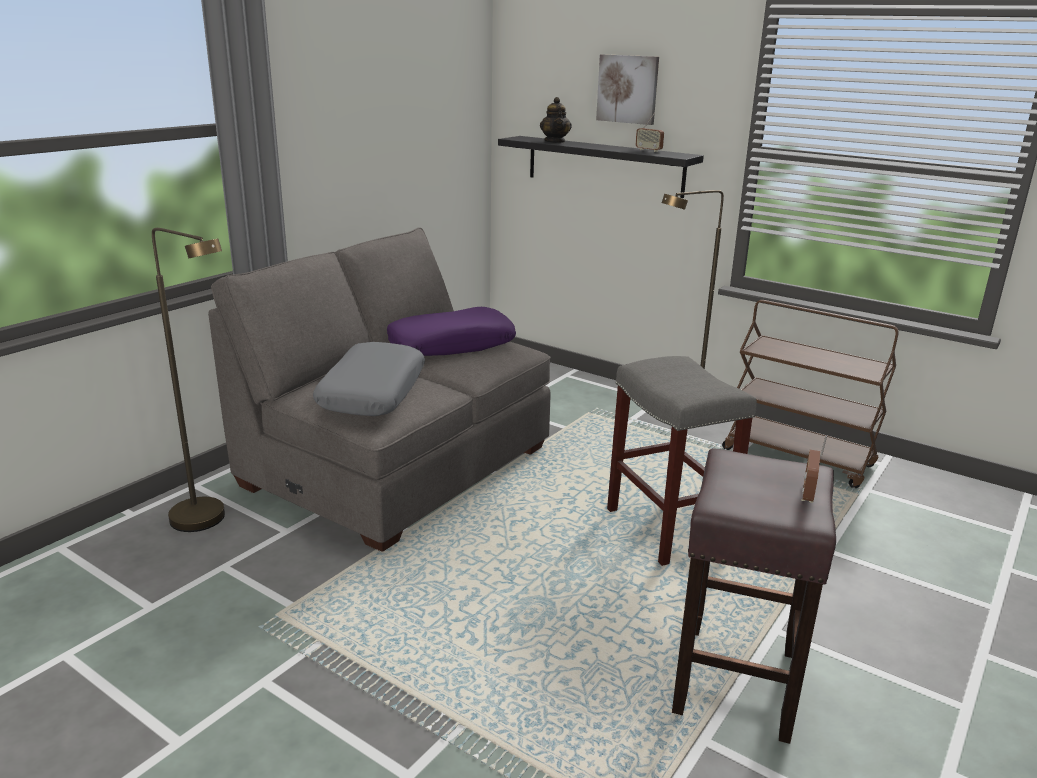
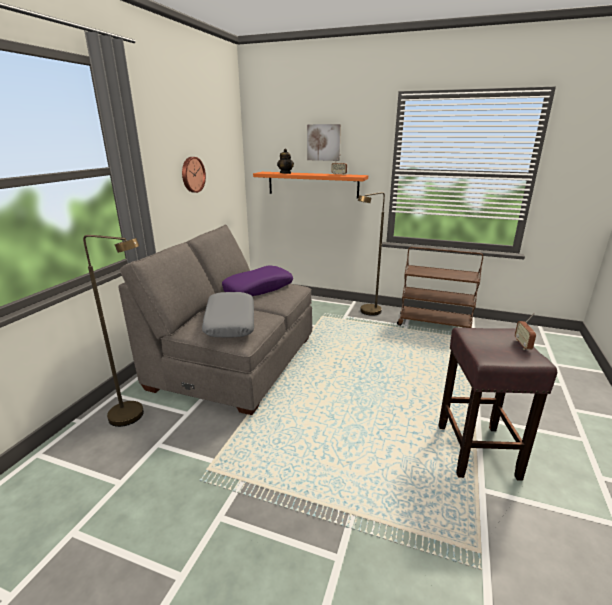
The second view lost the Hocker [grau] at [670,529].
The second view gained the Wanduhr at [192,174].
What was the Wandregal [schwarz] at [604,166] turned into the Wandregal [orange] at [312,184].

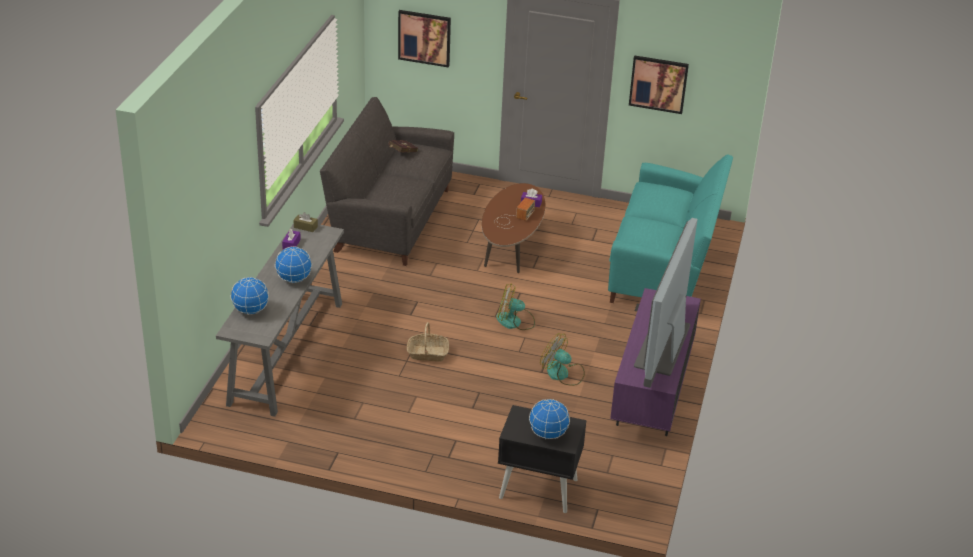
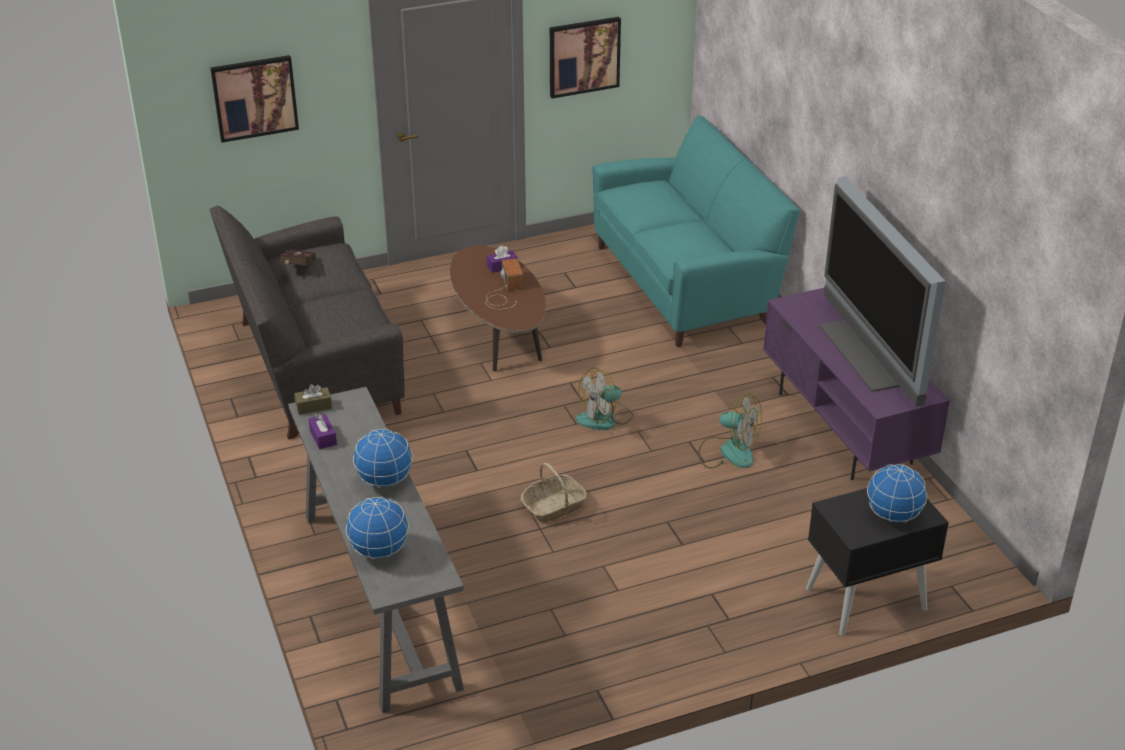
The Ventilator at [562,374] ended up facing another way, 150 degrees counterclockwise from before.

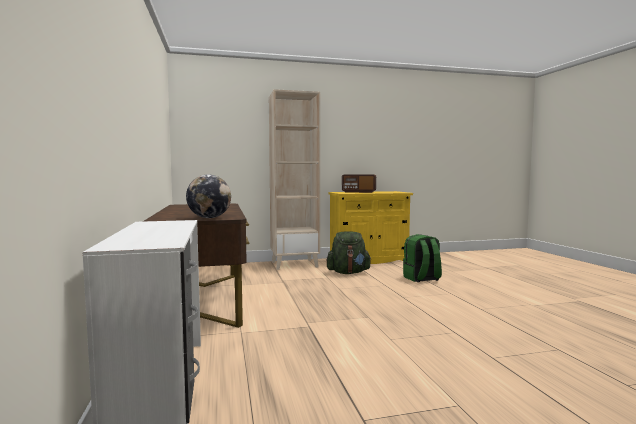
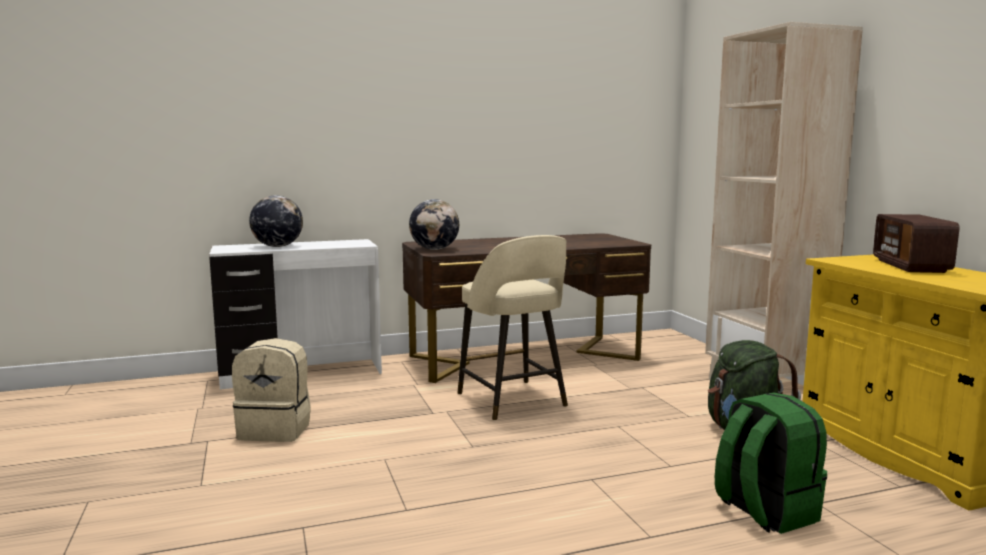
The second view gained the Rucksack [beige] at [276,430].
The second view gained the Globus at [277,246].
The second view gained the Hocker [beige] at [513,401].

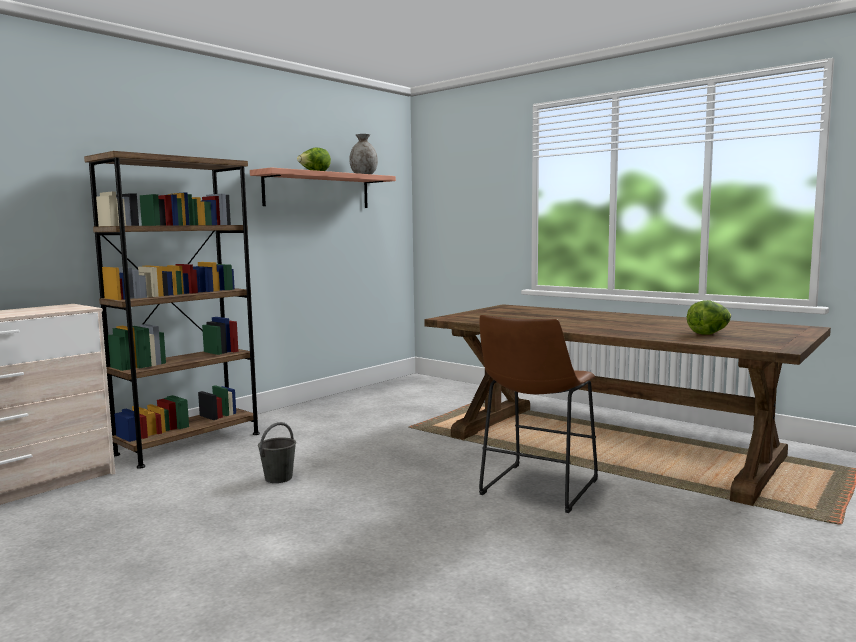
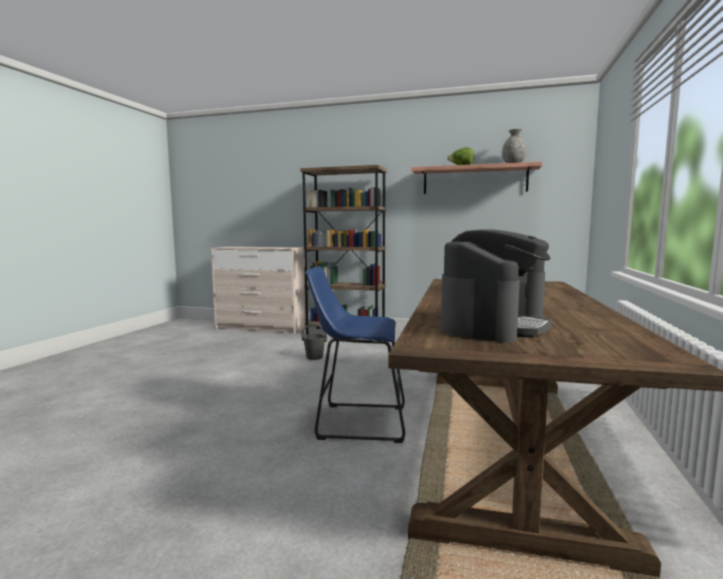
Where the Salatkopf stood at [709,333], the Kaffeemaschine came to stand at [494,326].
What was the Hocker [braun] at [536,489] turned into the Hocker [blau] at [356,422].

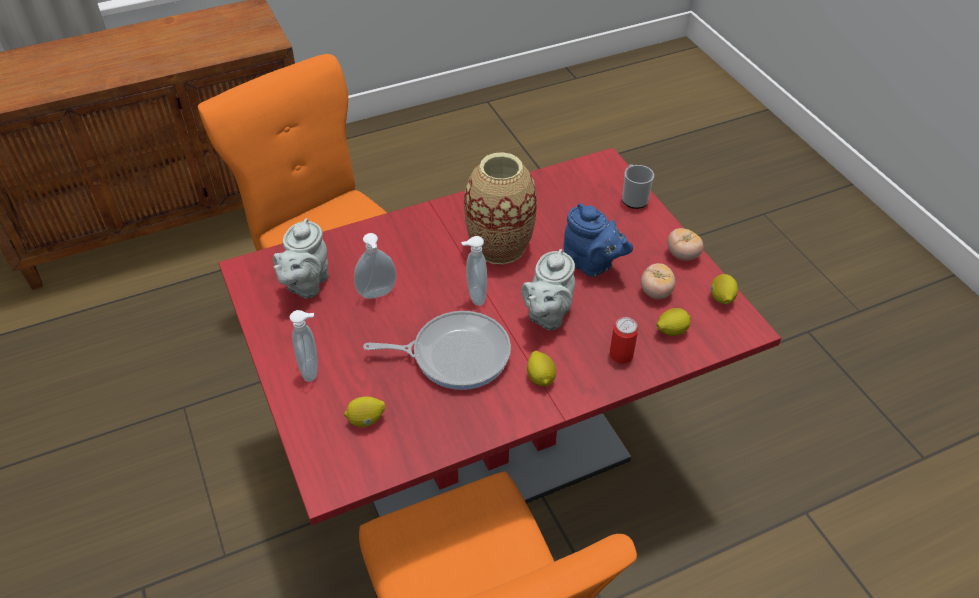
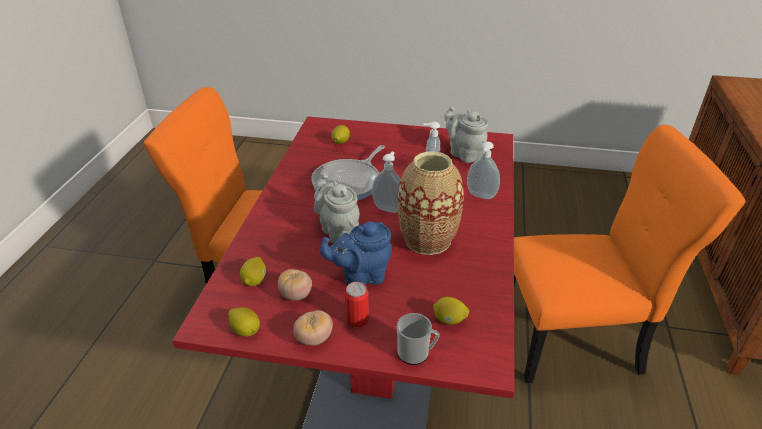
The Seifenspender ended up elsewhere, having gone from [312,370] to [480,196].
The Zitrone ended up elsewhere, having gone from [540,377] to [449,320].
The Dose ended up elsewhere, having gone from [621,355] to [357,319].

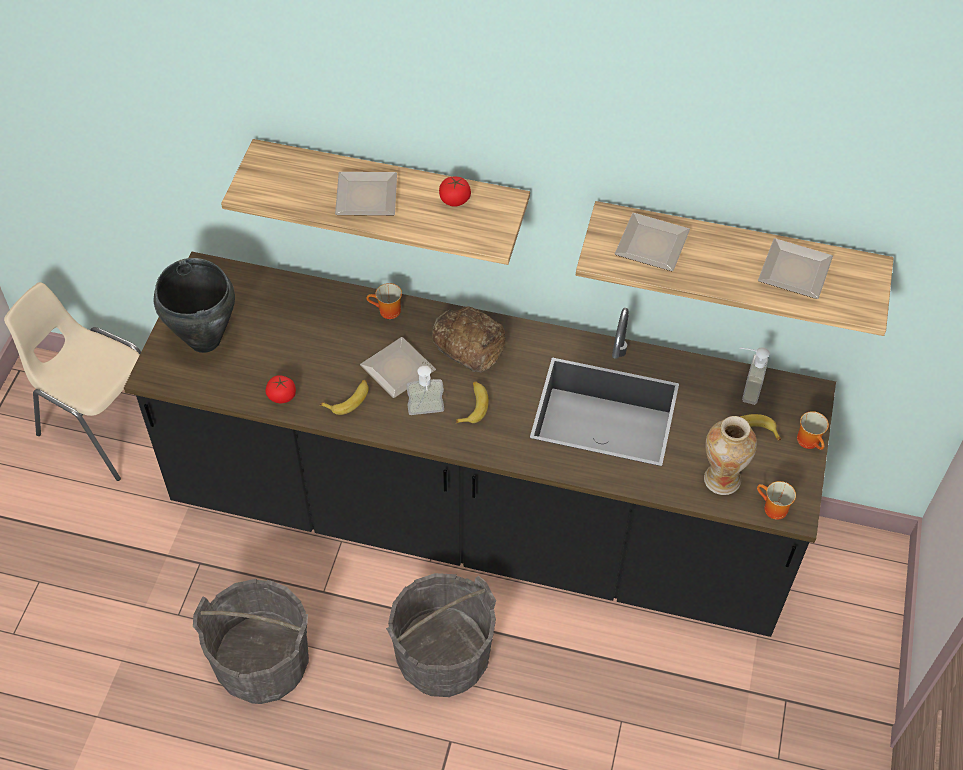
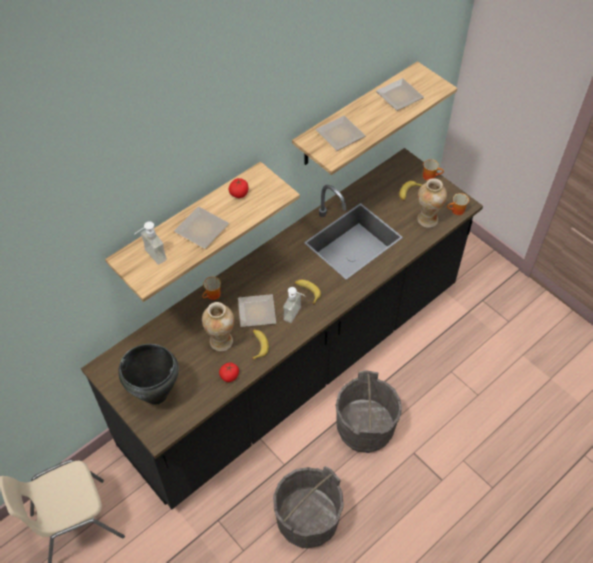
The second view lost the Brot at [469,343].
The second view gained the Vase at [221,341].
The Seifenspender ended up elsewhere, having gone from [744,388] to [151,257].

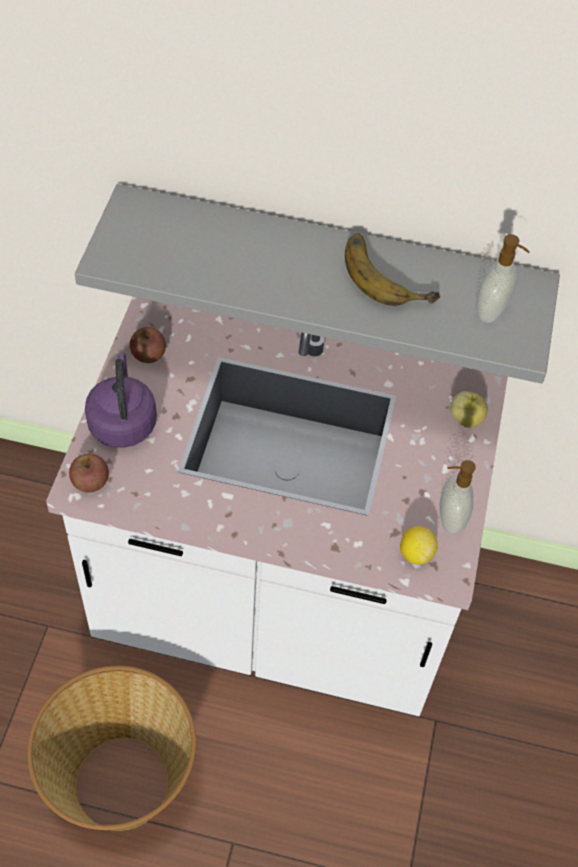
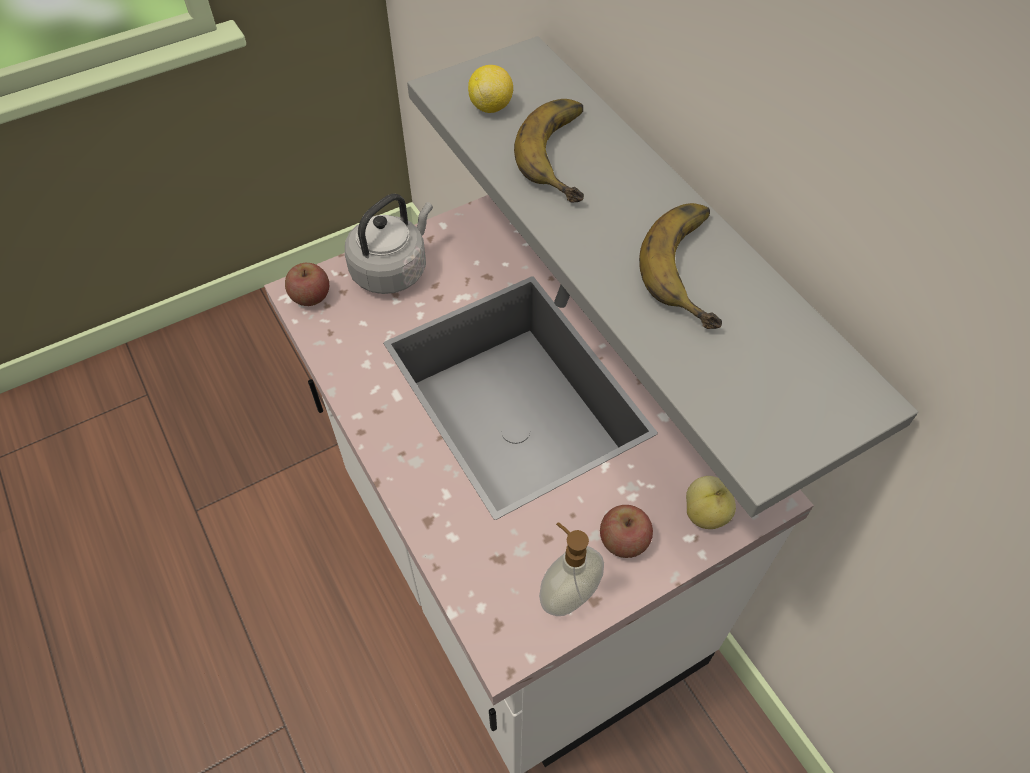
The second view lost the Korb at [121,781].
The second view lost the Seifenspender at [492,312].
The second view gained the Banane at [569,155].
The Apfel ended up elsewhere, having gone from [148,354] to [623,540].
The Zitrone ended up elsewhere, having gone from [415,553] to [491,106].
What was the Wasserkessel [lila] at [122,421] turned into the Wasserkessel [grau] at [392,269].

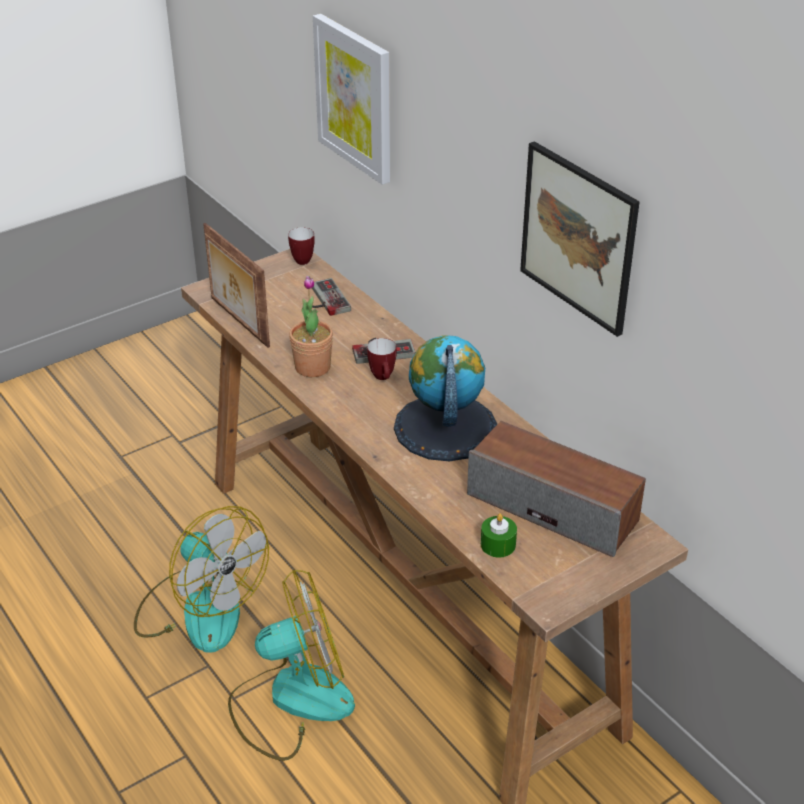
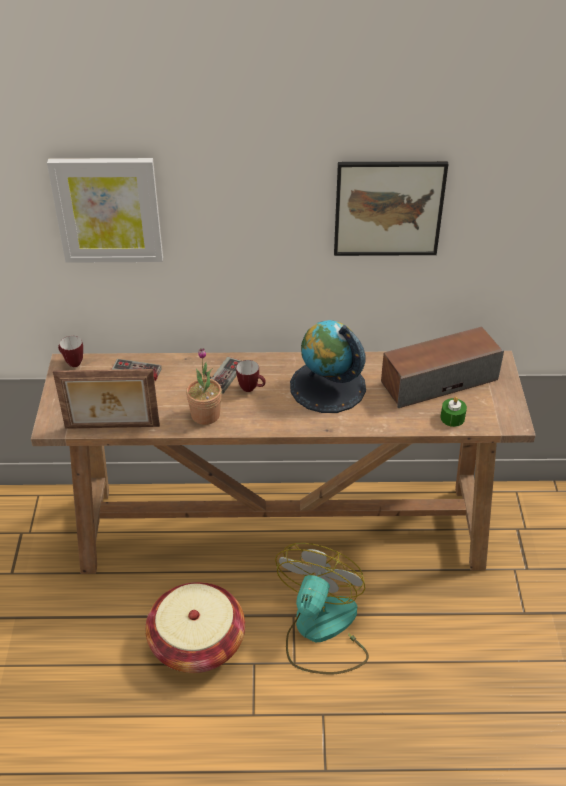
Where the Ventilator stood at [200,609], the Korb came to stand at [197,643].

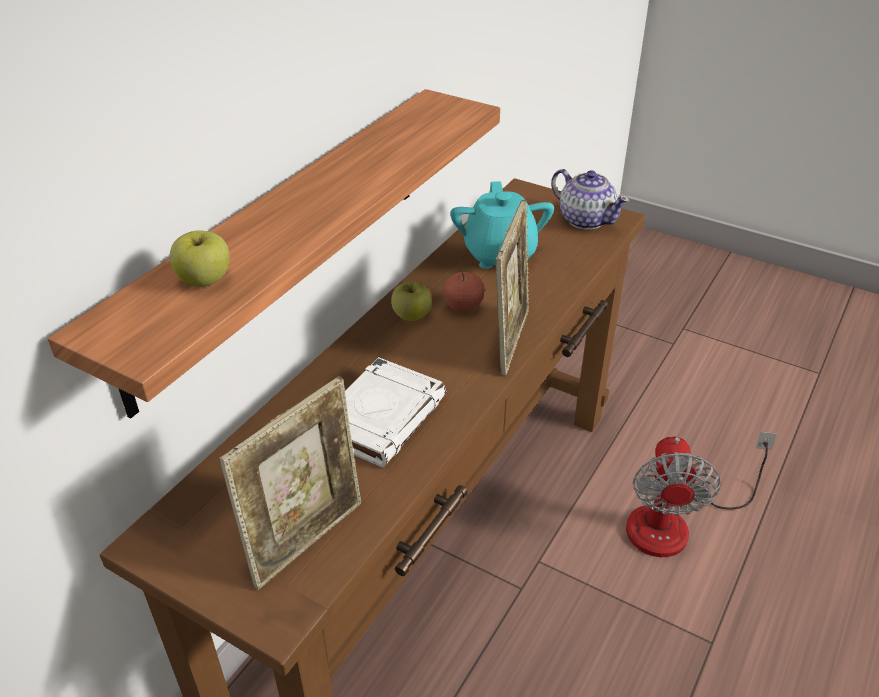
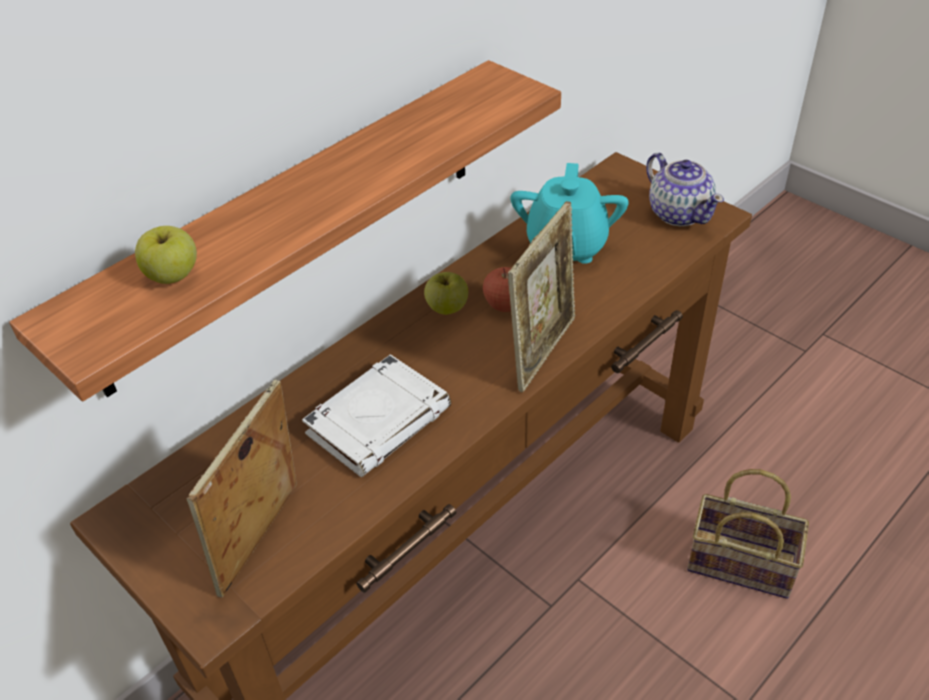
Where the Ventilator stood at [675,522], the Korb came to stand at [744,562].
The Bilderrahmen at [307,539] ended up facing another way, 150 degrees clockwise from before.

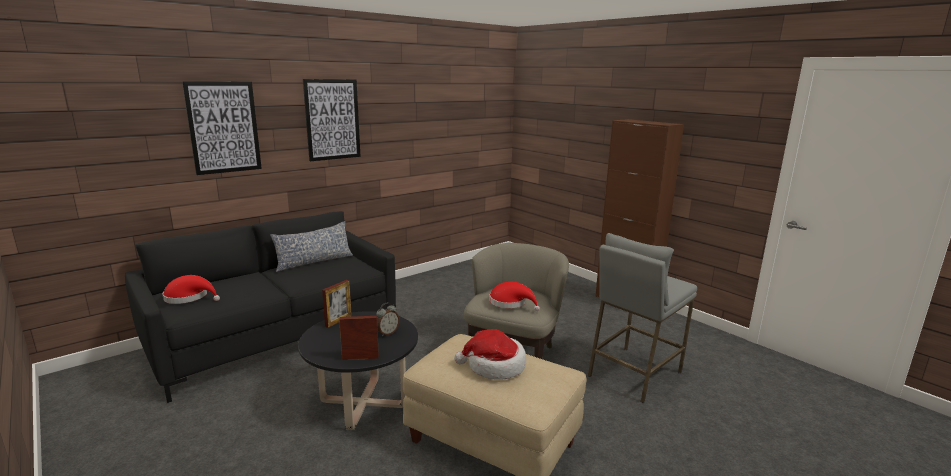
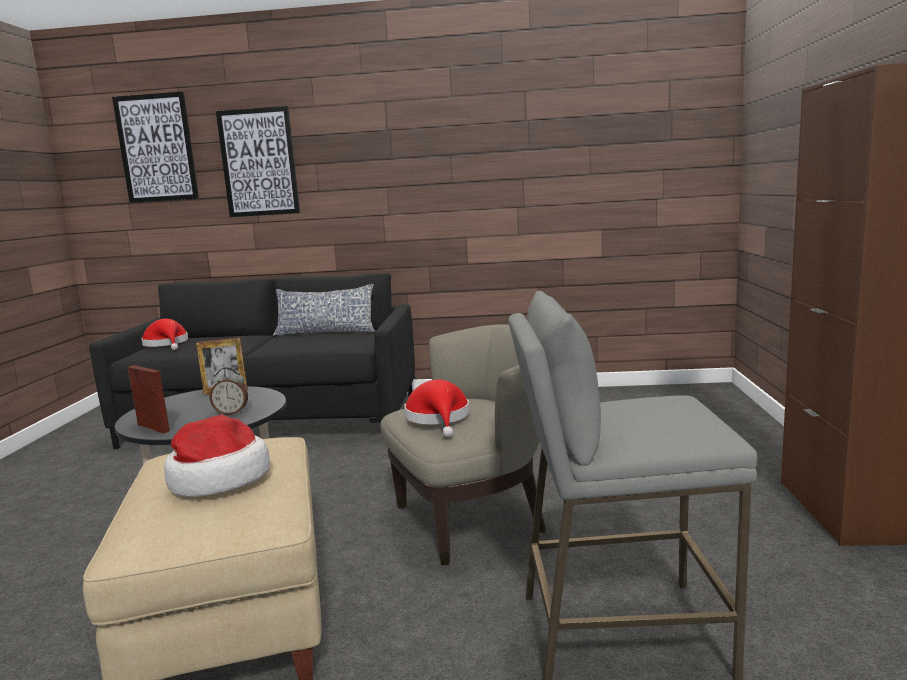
The Bild ended up elsewhere, having gone from [332,119] to [156,148].

